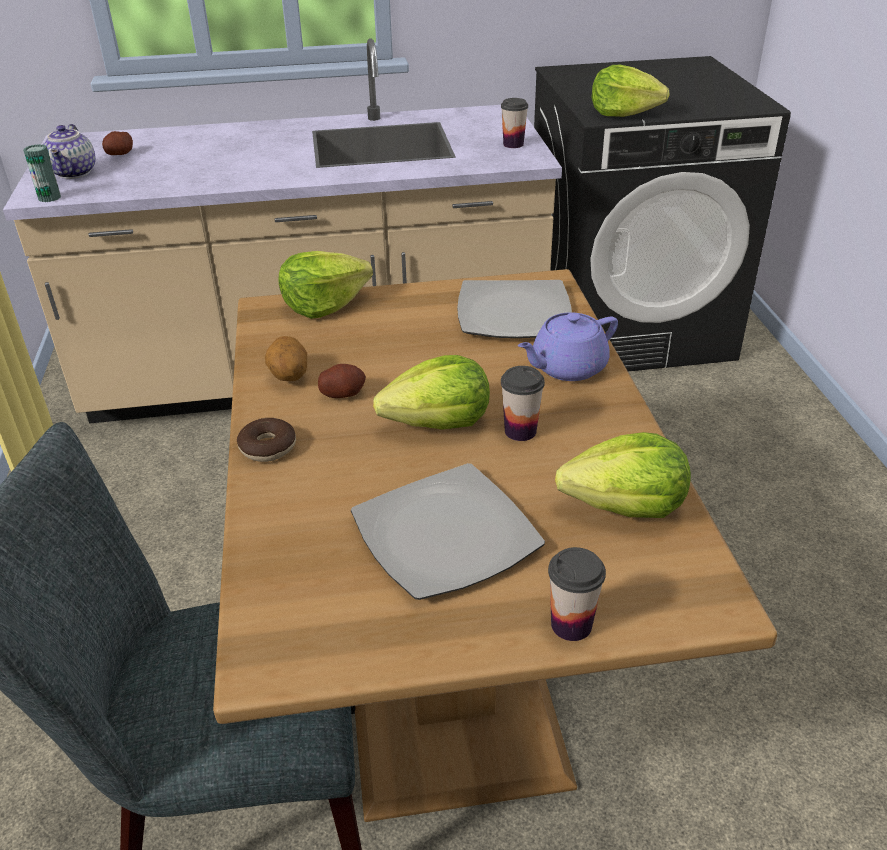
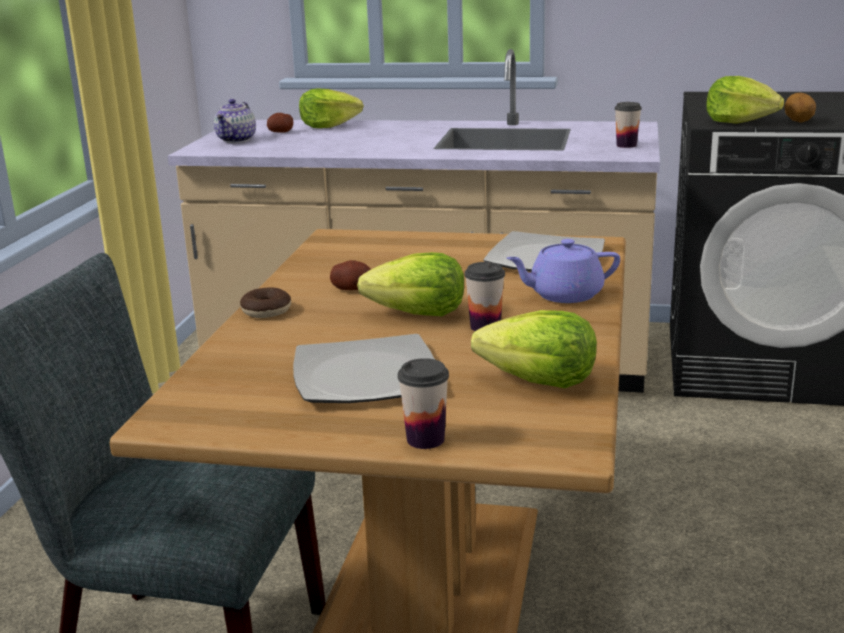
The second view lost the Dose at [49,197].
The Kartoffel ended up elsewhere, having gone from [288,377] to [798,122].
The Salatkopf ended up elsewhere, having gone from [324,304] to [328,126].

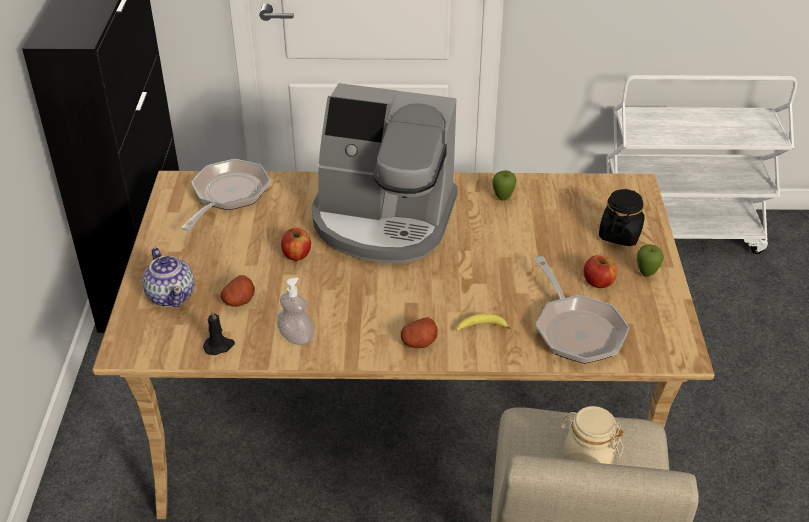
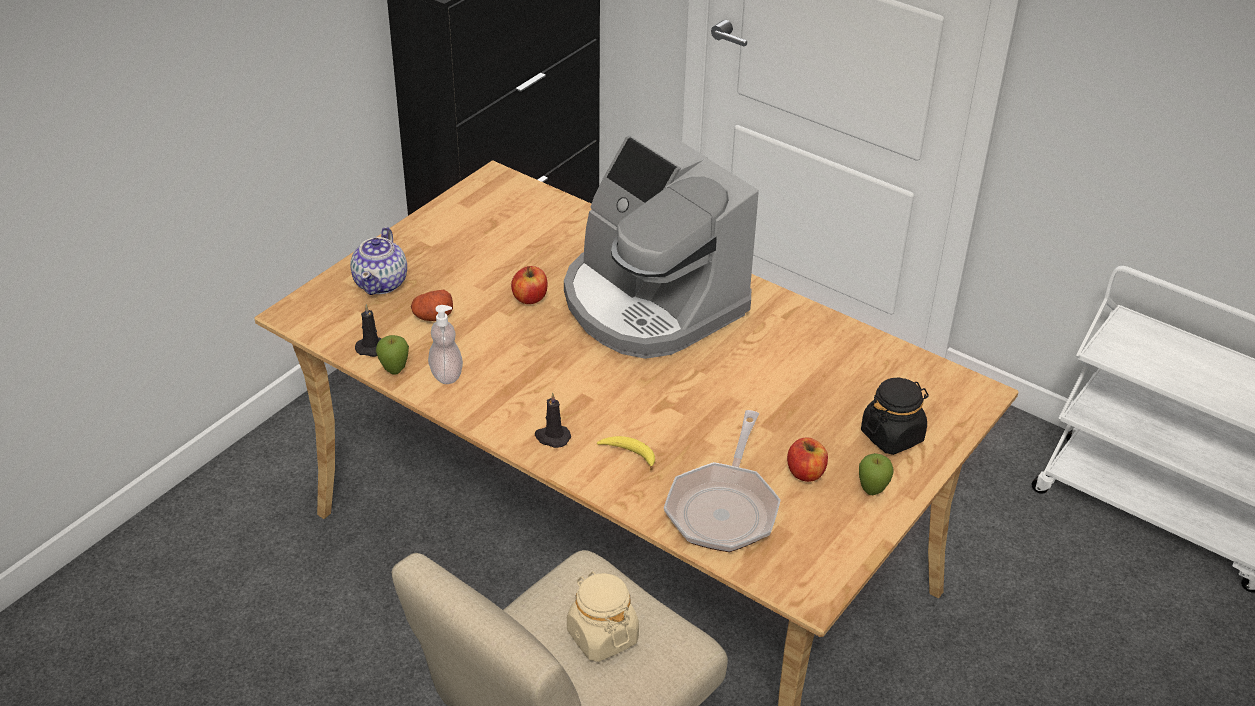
The second view lost the Pfanne at [228,195].
The Apfel ended up elsewhere, having gone from [503,198] to [394,371].
Where the Kartoffel stood at [419,342], the Kerze [schwarz] came to stand at [552,437].

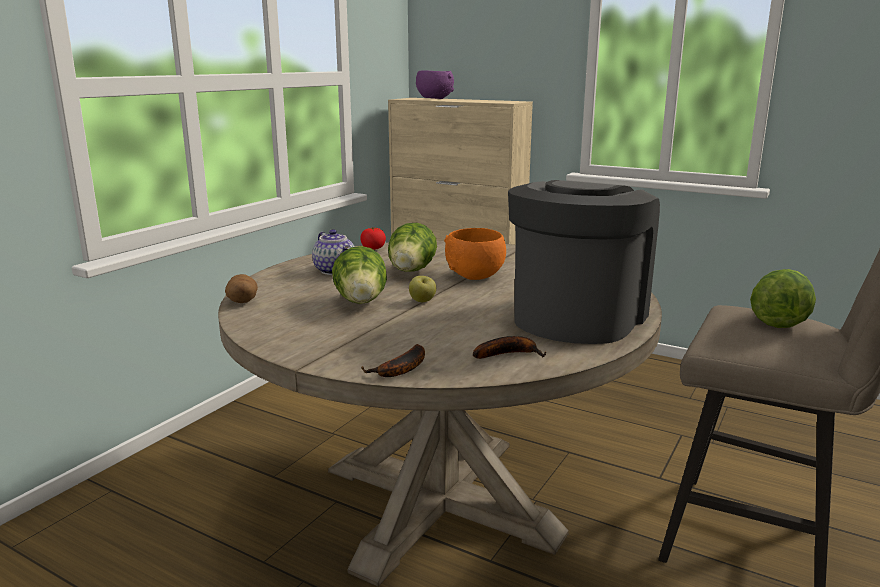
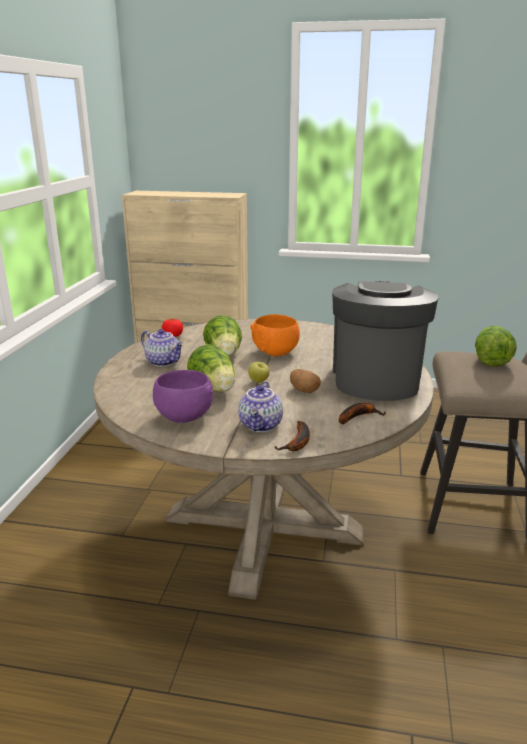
The second view gained the Teekanne at [261,425].
The Kartoffel ended up elsewhere, having gone from [242,301] to [304,390].
The Schüssel [lila] ended up elsewhere, having gone from [434,99] to [183,417].

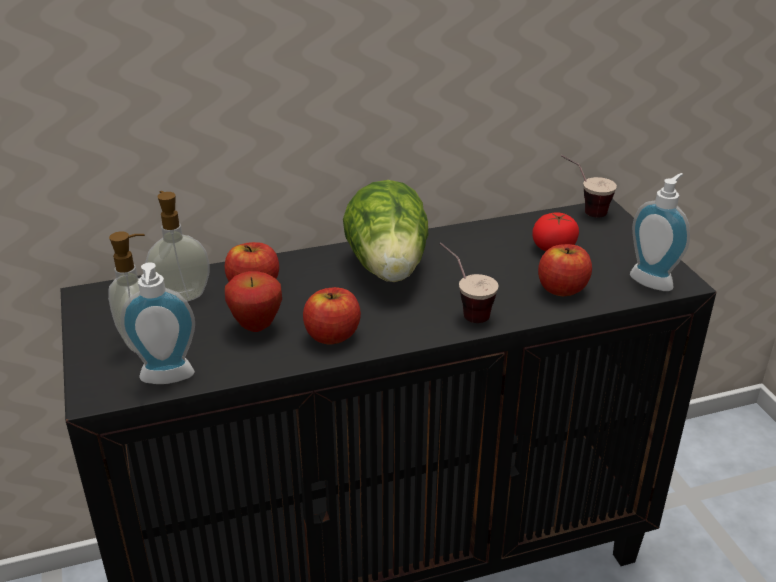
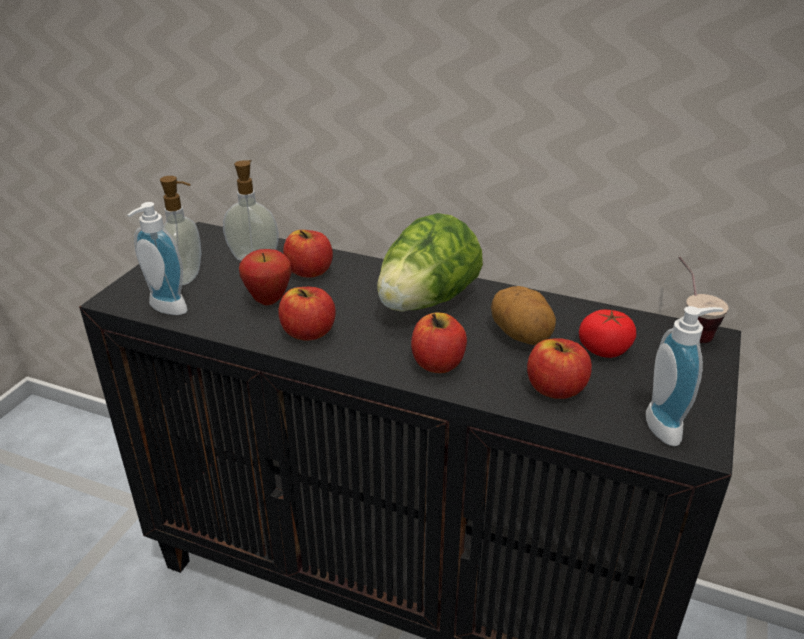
The second view gained the Kartoffel at [521,336].
Where the Tasse stood at [464,310], the Apfel came to stand at [438,363].

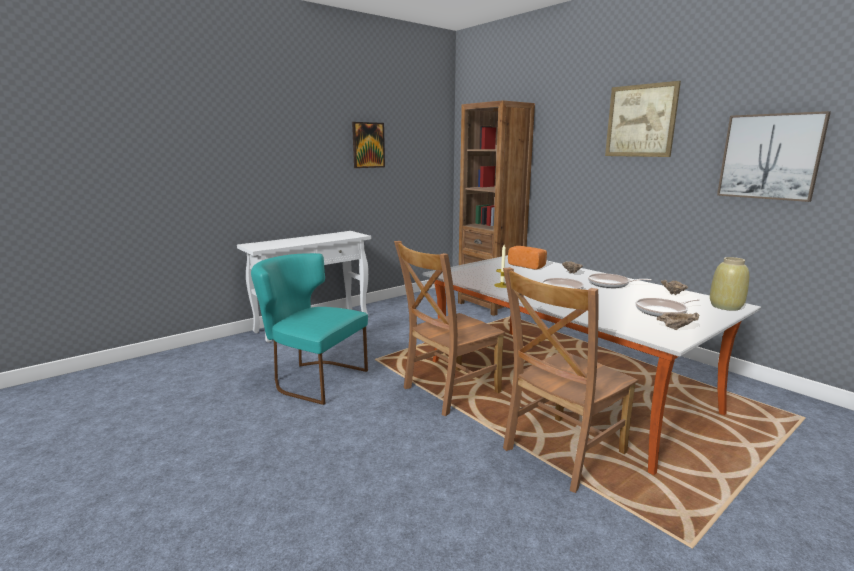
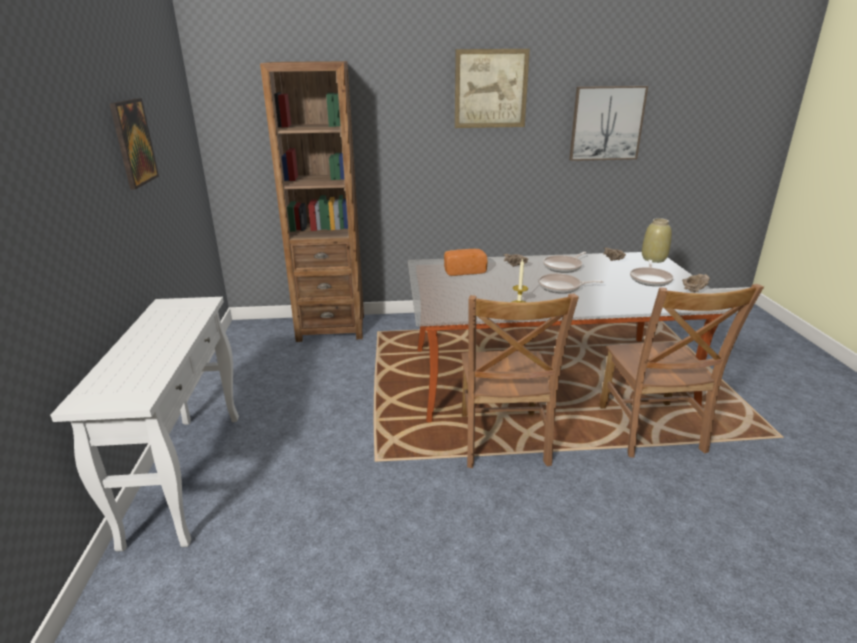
The second view lost the Stuhl [türkis] at [313,378].

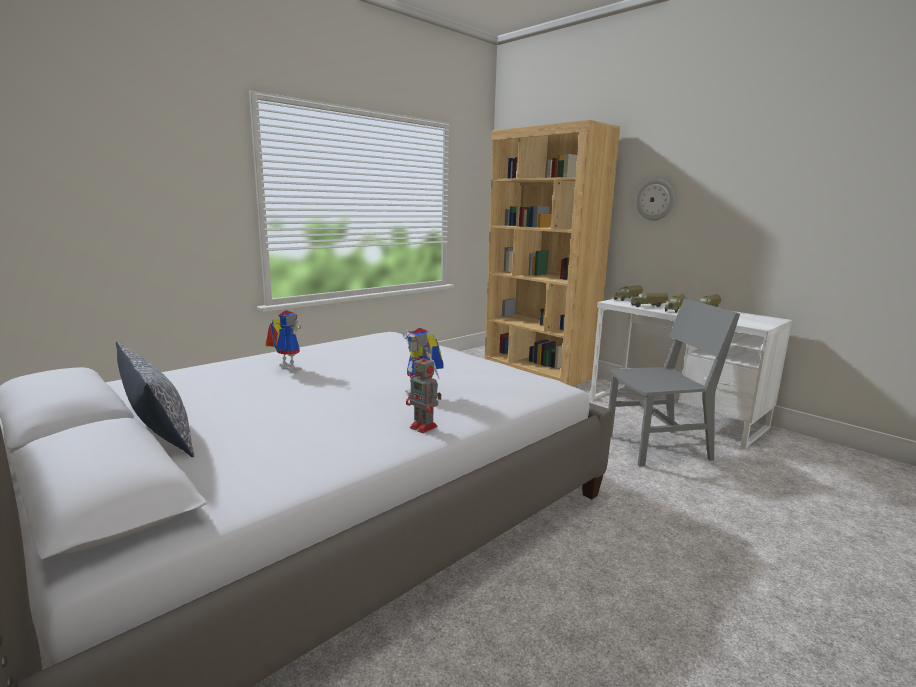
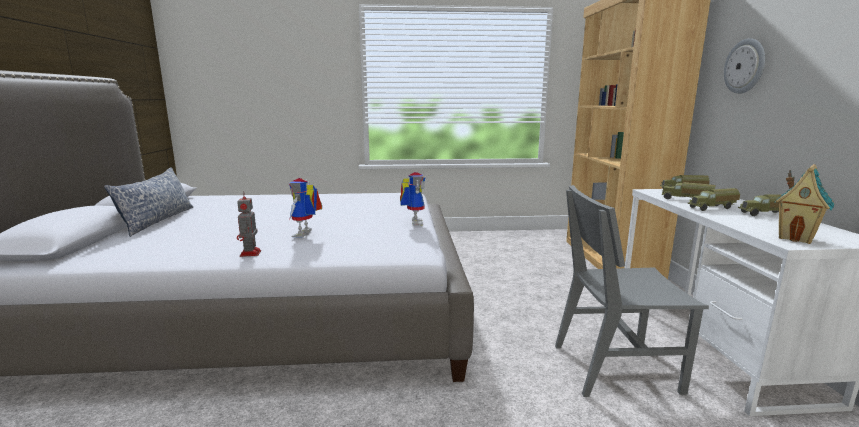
The second view gained the Spielzeughaus at [796,238].
The Spielzeugroboter ended up elsewhere, having gone from [285,368] to [413,222].
The Stuhl [grau] at [657,447] ended up facing another way, 150 degrees clockwise from before.

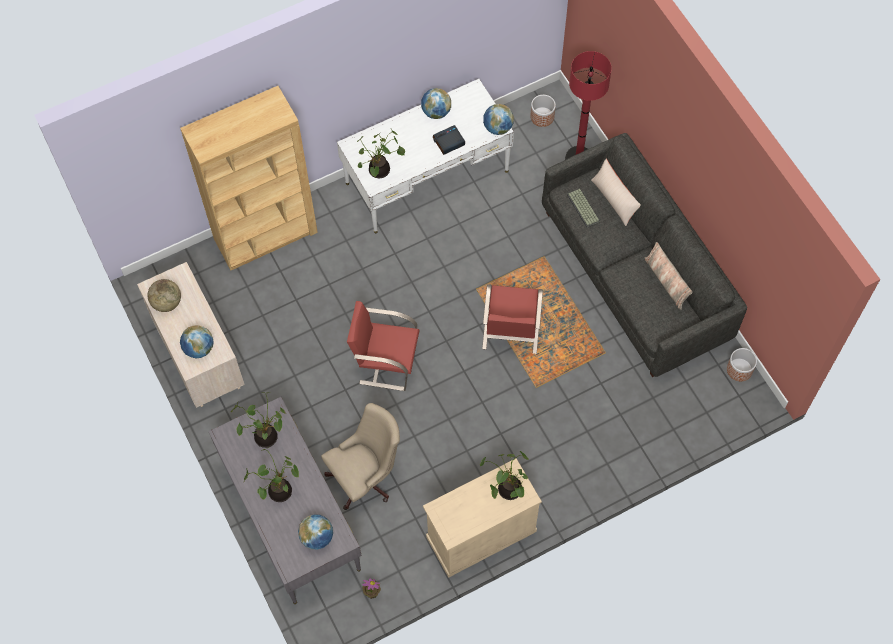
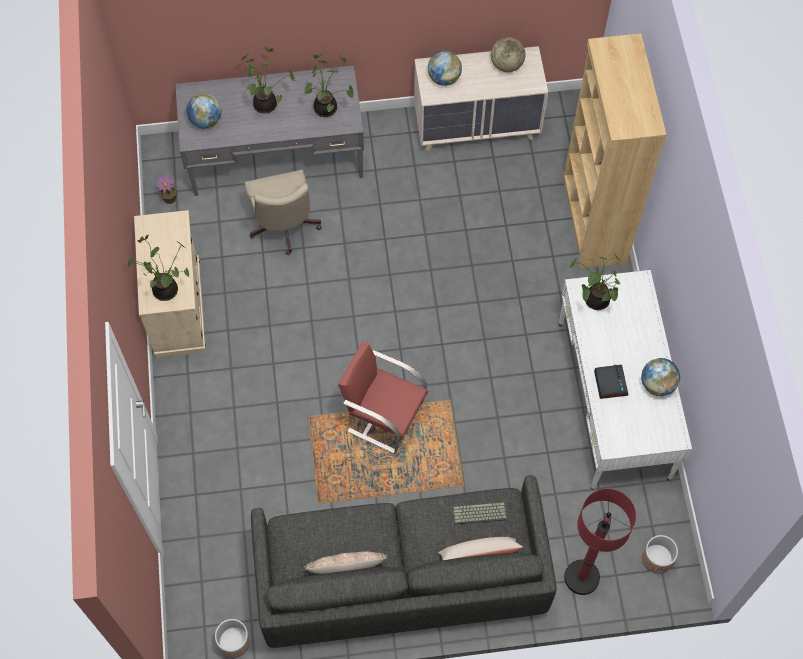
The second view lost the Stuhl [rot] at [386,362].
The second view lost the Globus at [497,128].

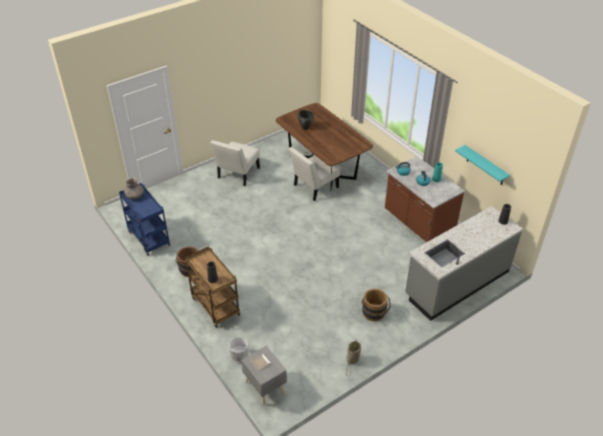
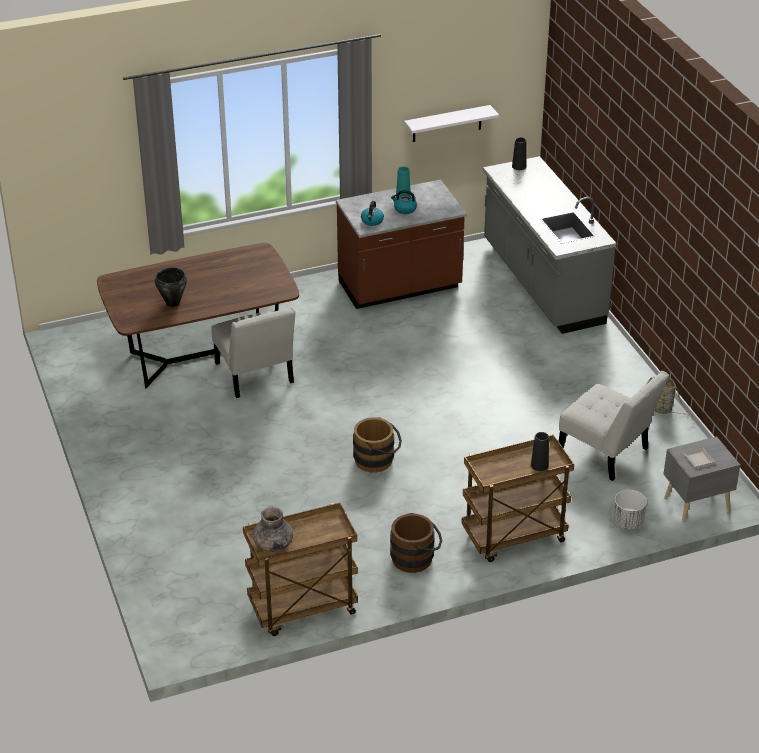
The Stuhl [weiß] ended up elsewhere, having gone from [237,174] to [607,453].
The Eimer [braun] ended up elsewhere, having gone from [374,314] to [377,460].
What was the Rollwagen [blau] at [148,238] turned into the Rollwagen [braun] at [302,609].
What was the Wandregal [türkis] at [485,166] turned into the Wandregal [weiß] at [447,123].

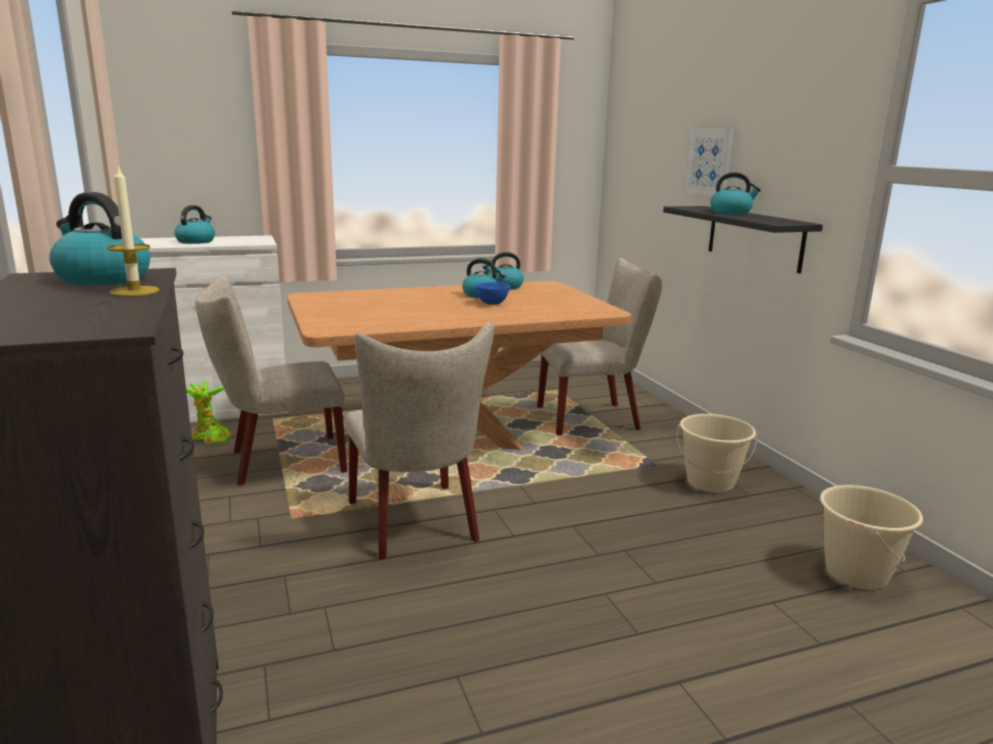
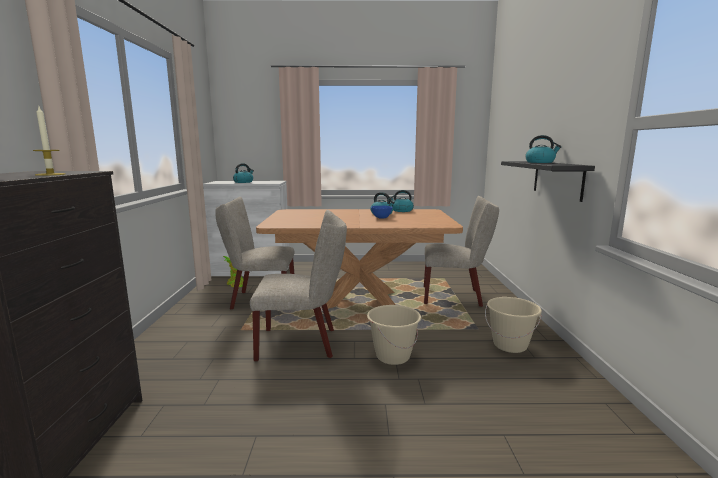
The second view lost the Wasserkessel at [102,278].
The second view lost the Bild at [710,162].
The Eimer [beige] ended up elsewhere, having gone from [855,573] to [392,356].
The Stuhl [beige] at [417,525] ended up facing another way, 90 degrees counterclockwise from before.

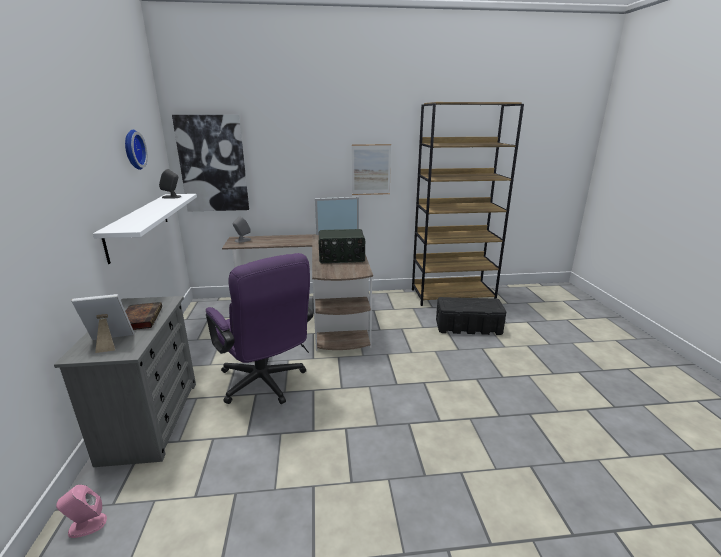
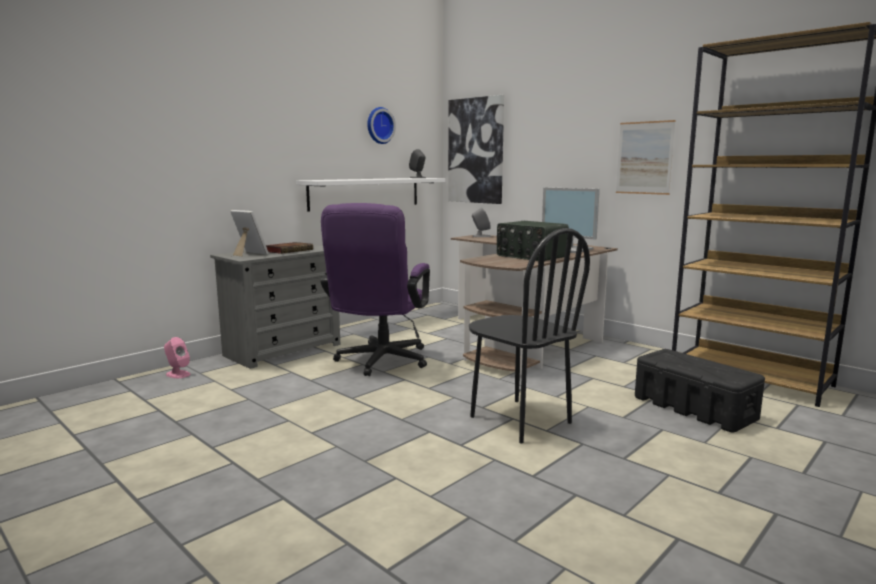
The second view gained the Stuhl [schwarz] at [519,420].

